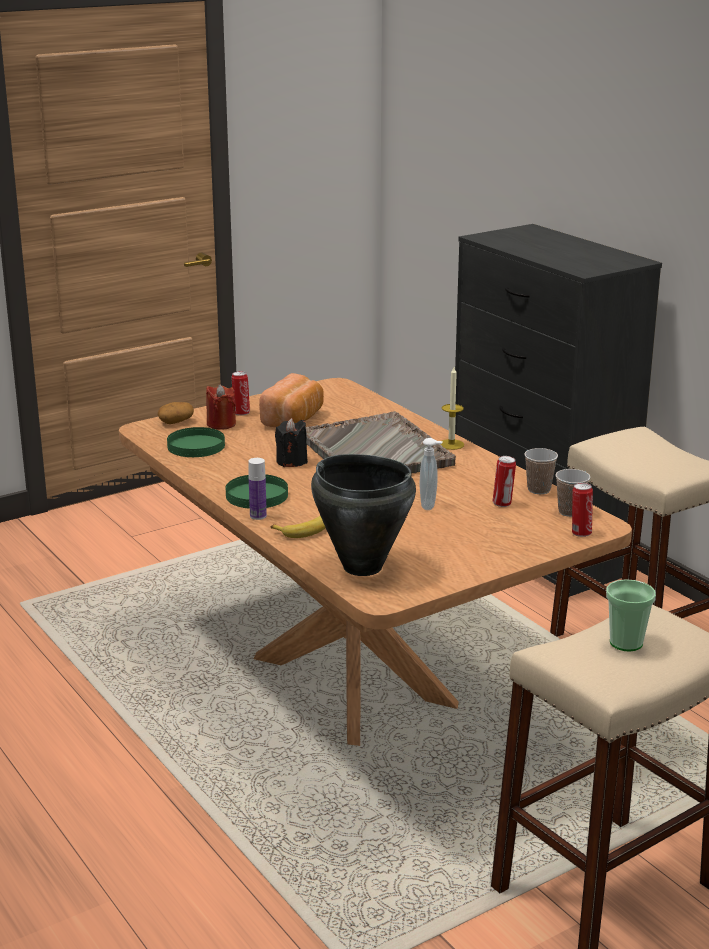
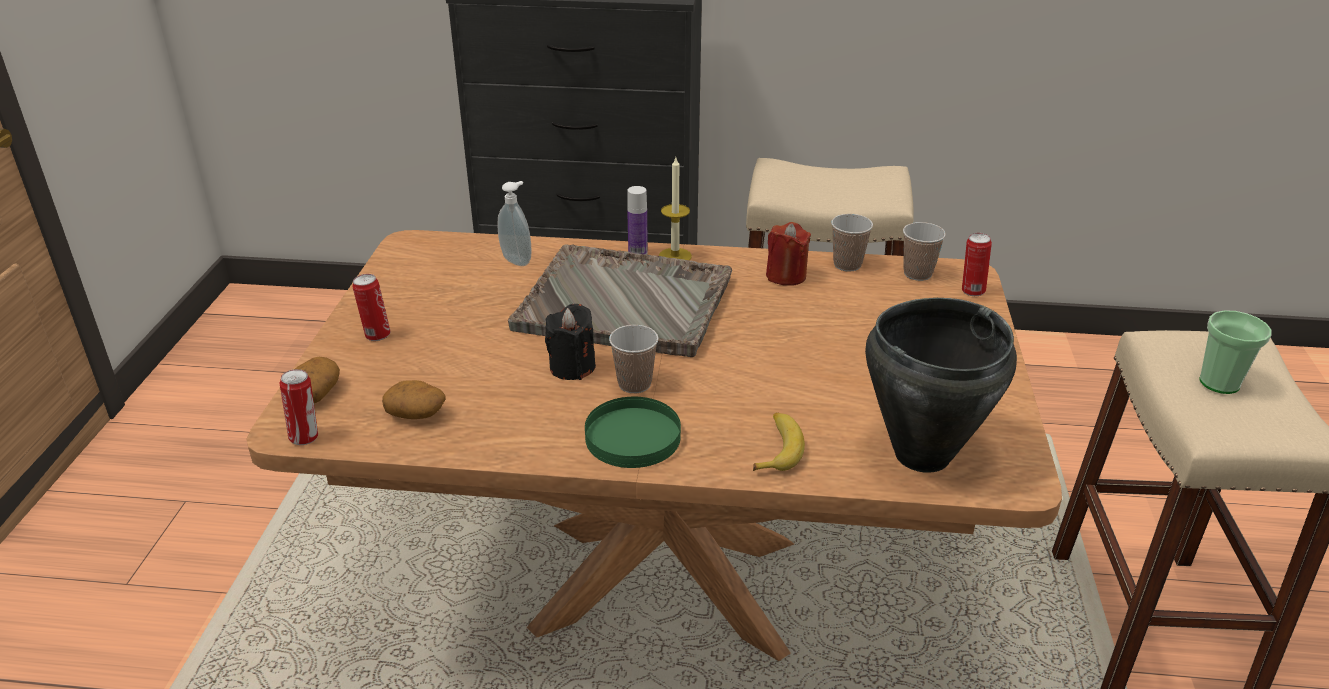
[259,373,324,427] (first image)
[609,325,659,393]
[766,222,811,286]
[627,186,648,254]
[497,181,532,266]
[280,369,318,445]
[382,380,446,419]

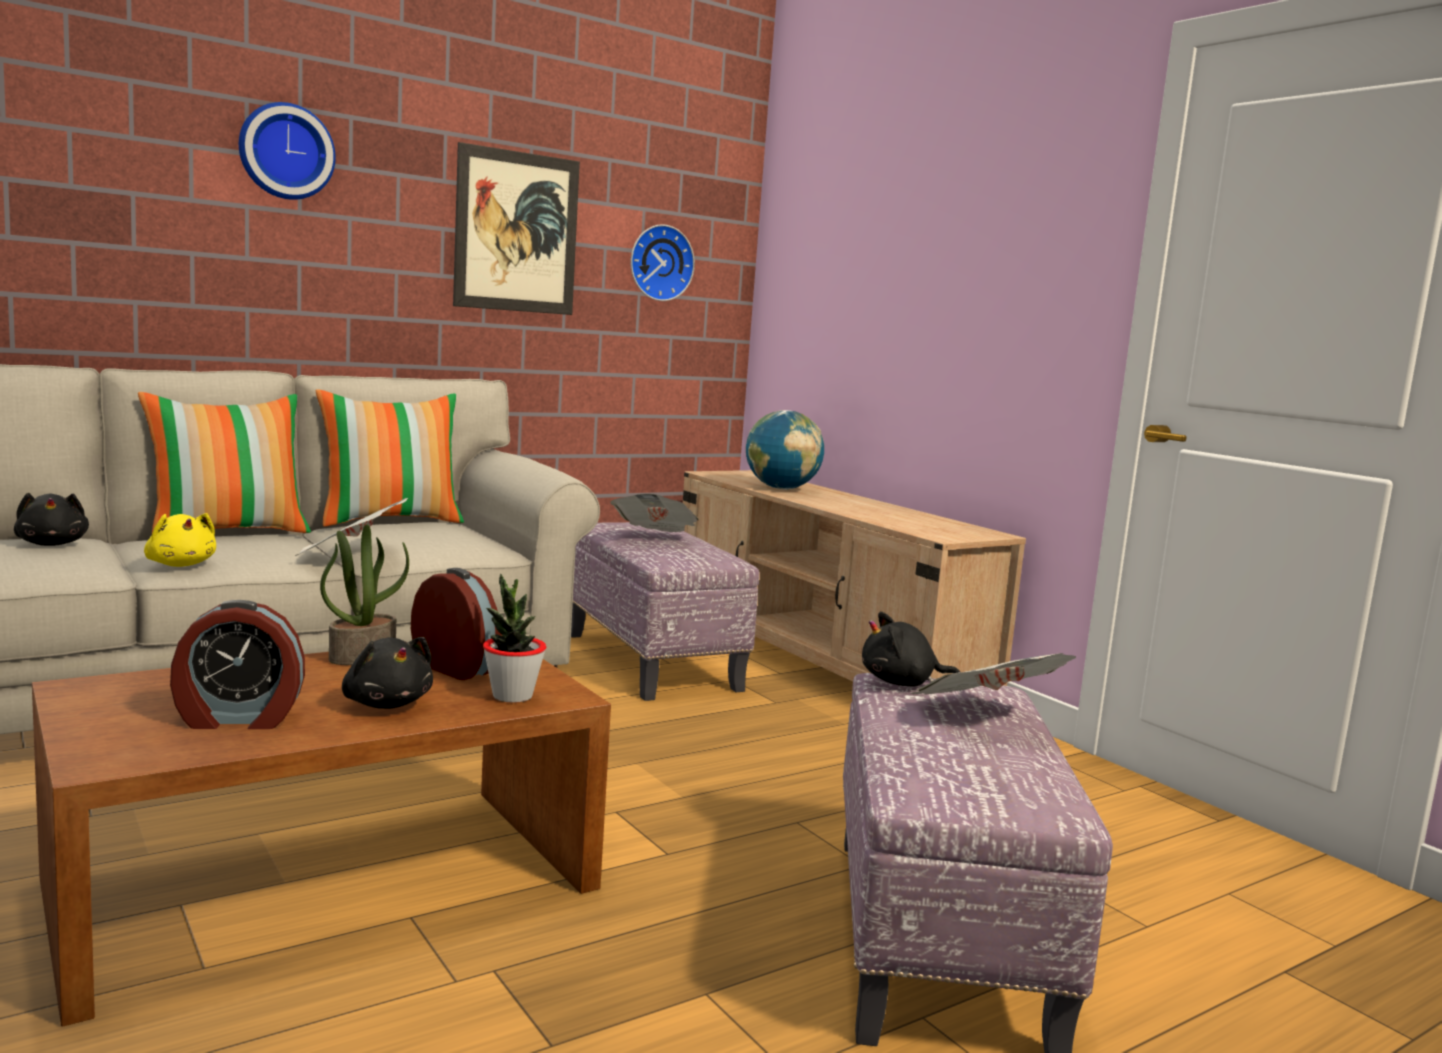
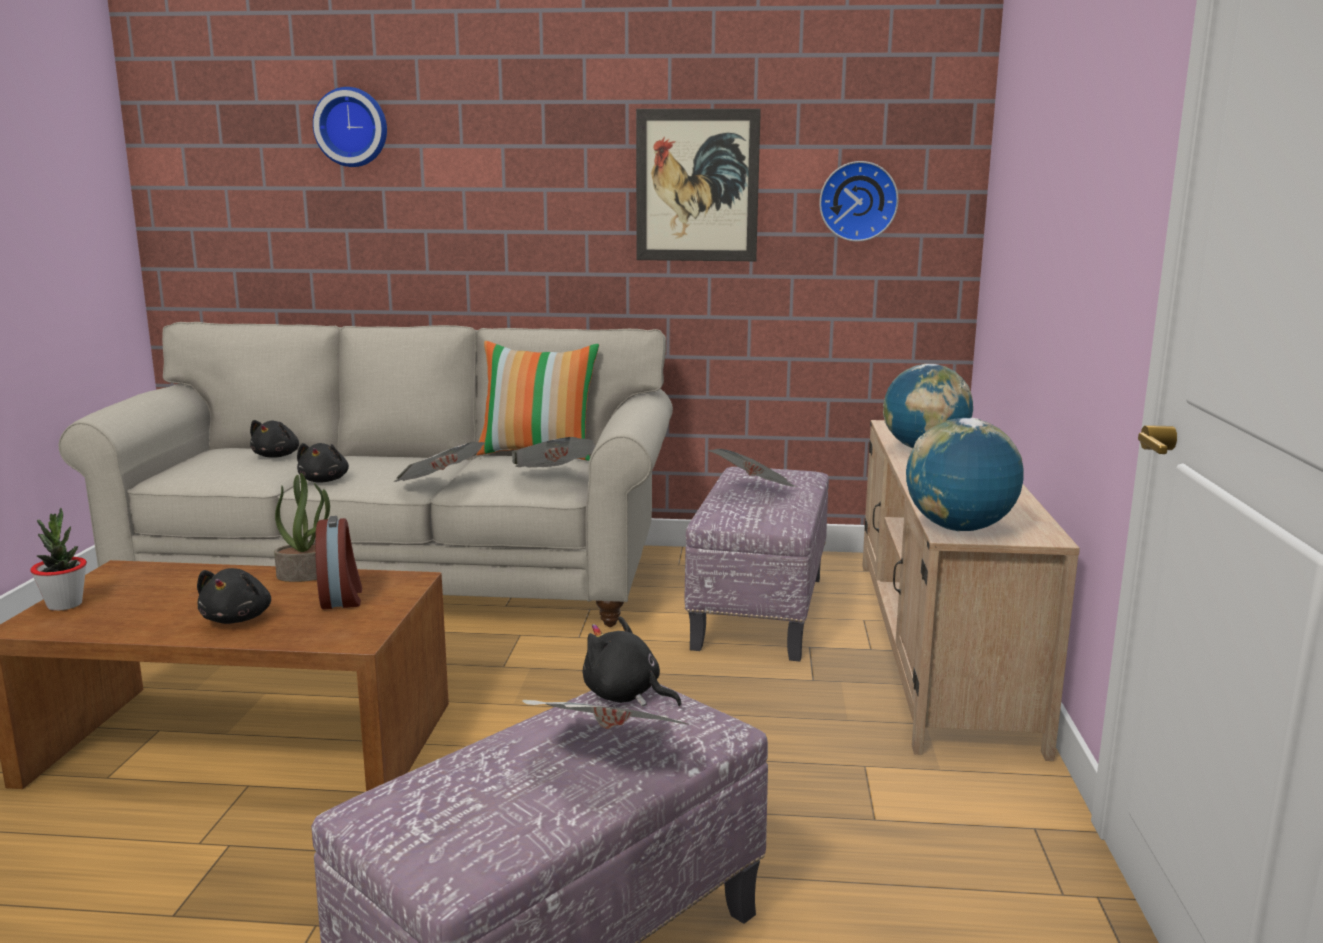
[138,392,311,533] (first image)
[170,600,305,729] (first image)
[512,437,595,468]
[906,418,1023,531]
[313,87,387,167]
[30,508,87,611]
[297,443,349,483]

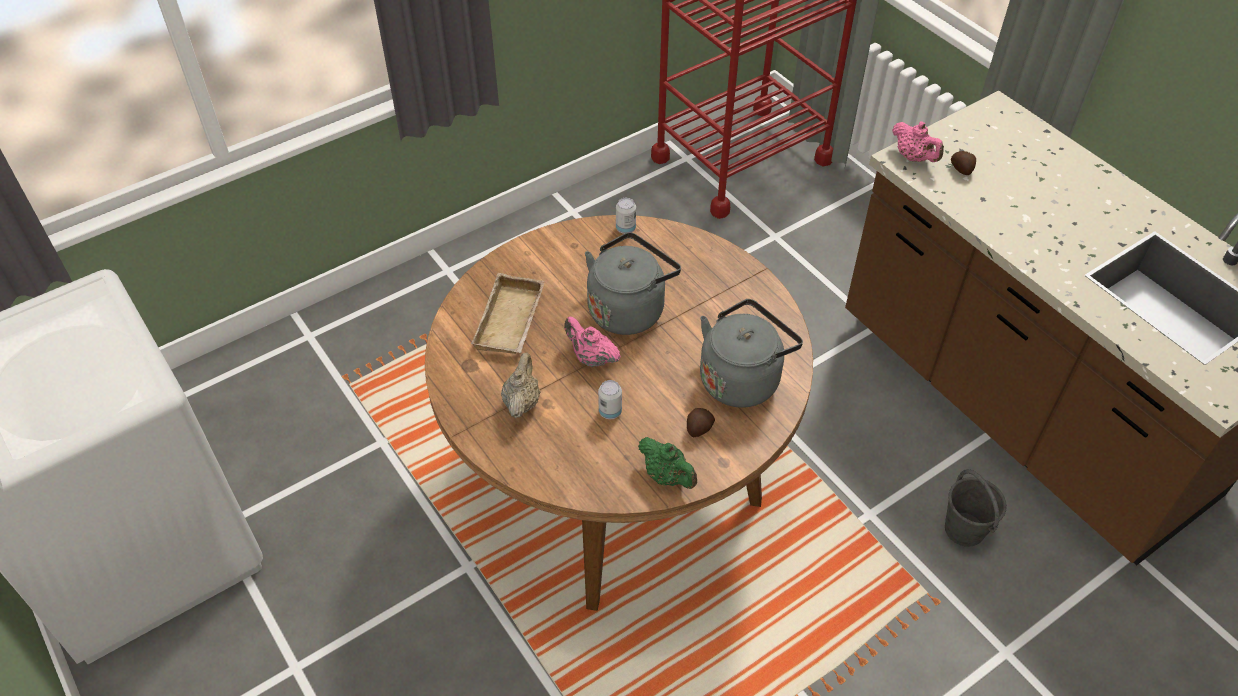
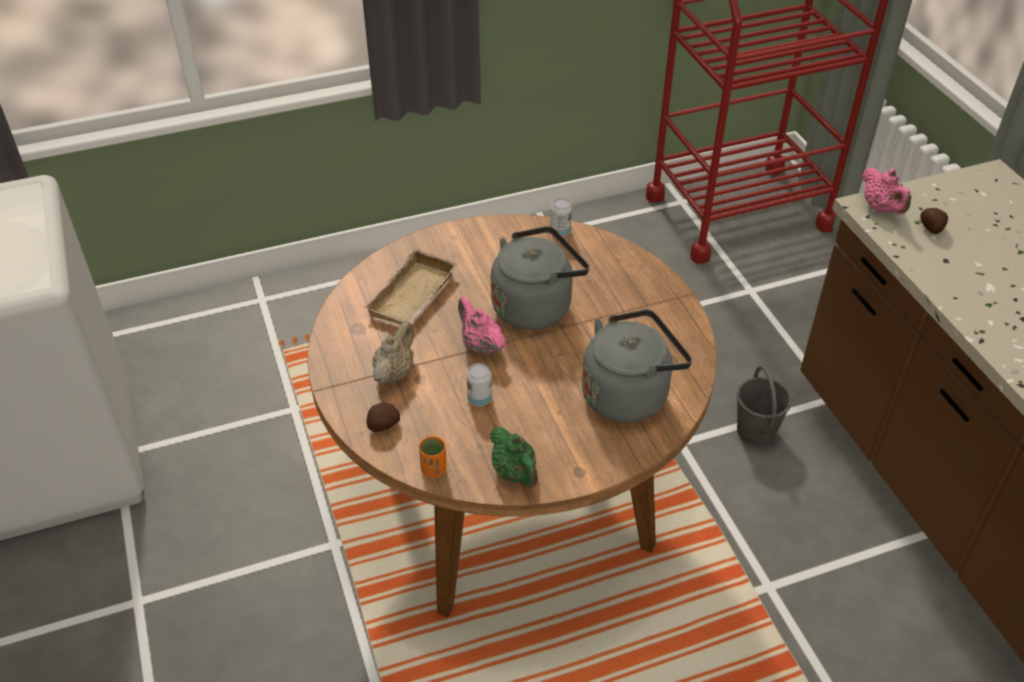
[419,436,446,478]
[366,403,400,432]
[737,365,792,446]

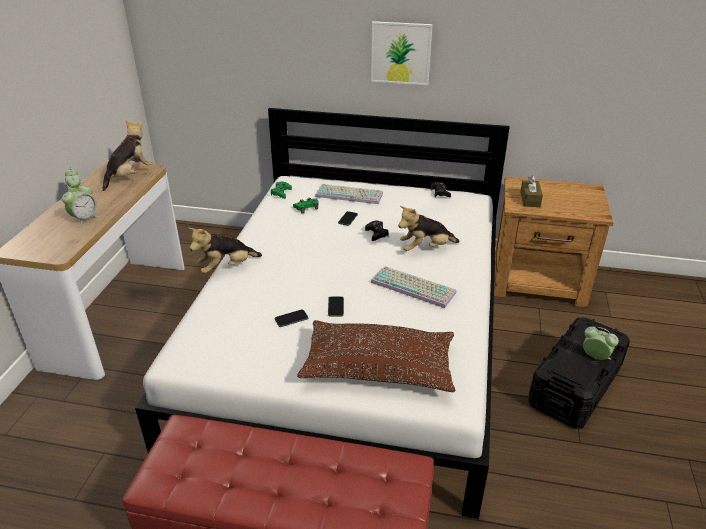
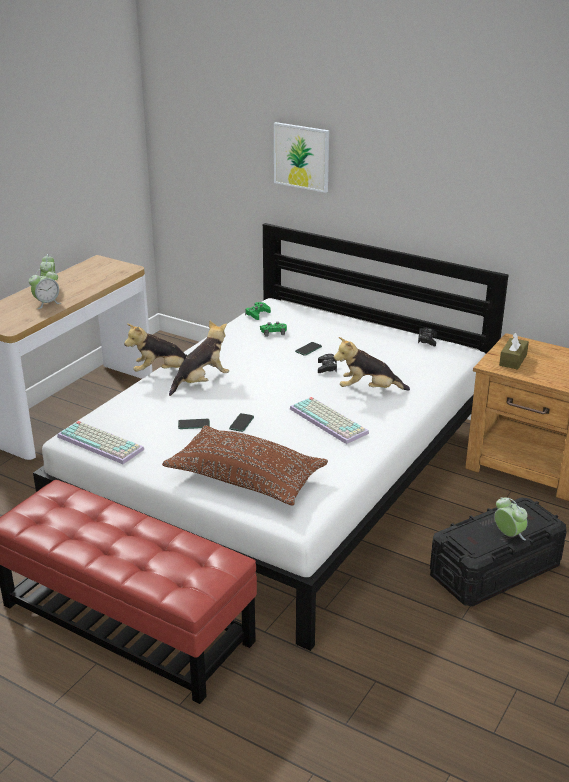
[169,320,229,396]
[57,421,144,464]
[274,122,329,193]

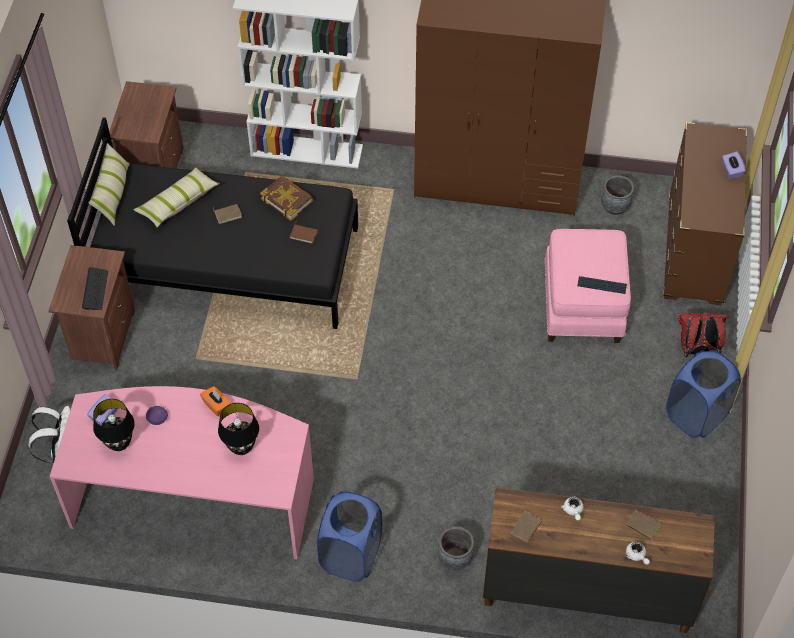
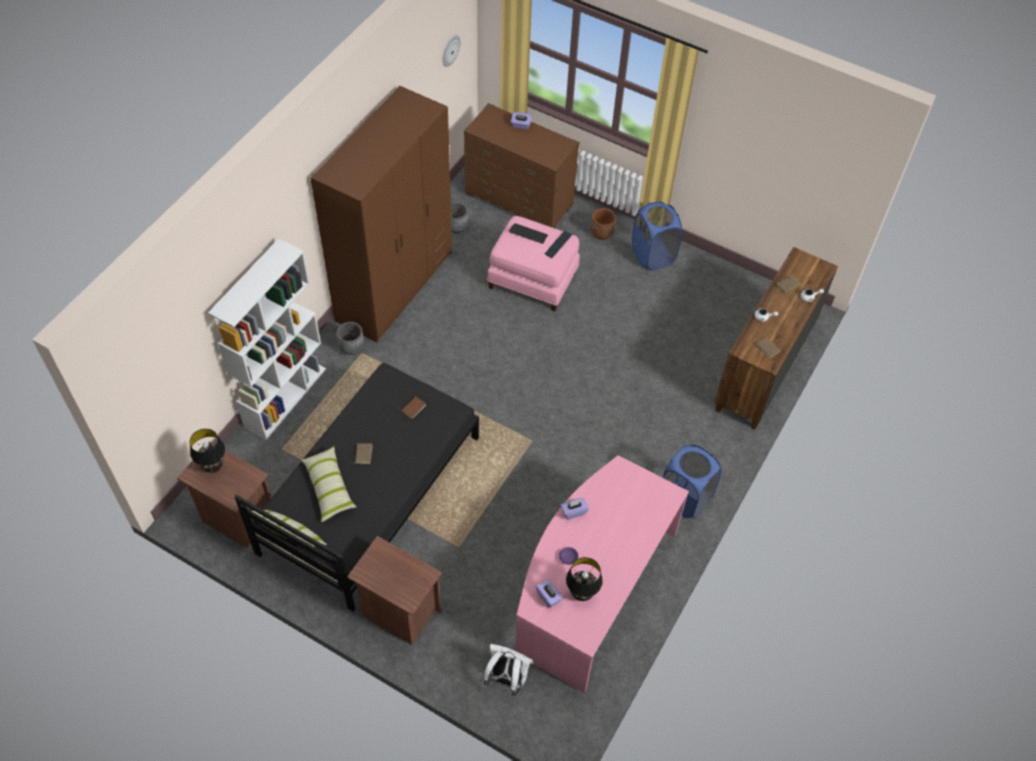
[260,176,314,221] (first image)
[443,35,461,67]
[509,223,548,244]
[190,429,225,473]
[337,322,364,355]
[591,208,616,240]
[561,498,589,520]

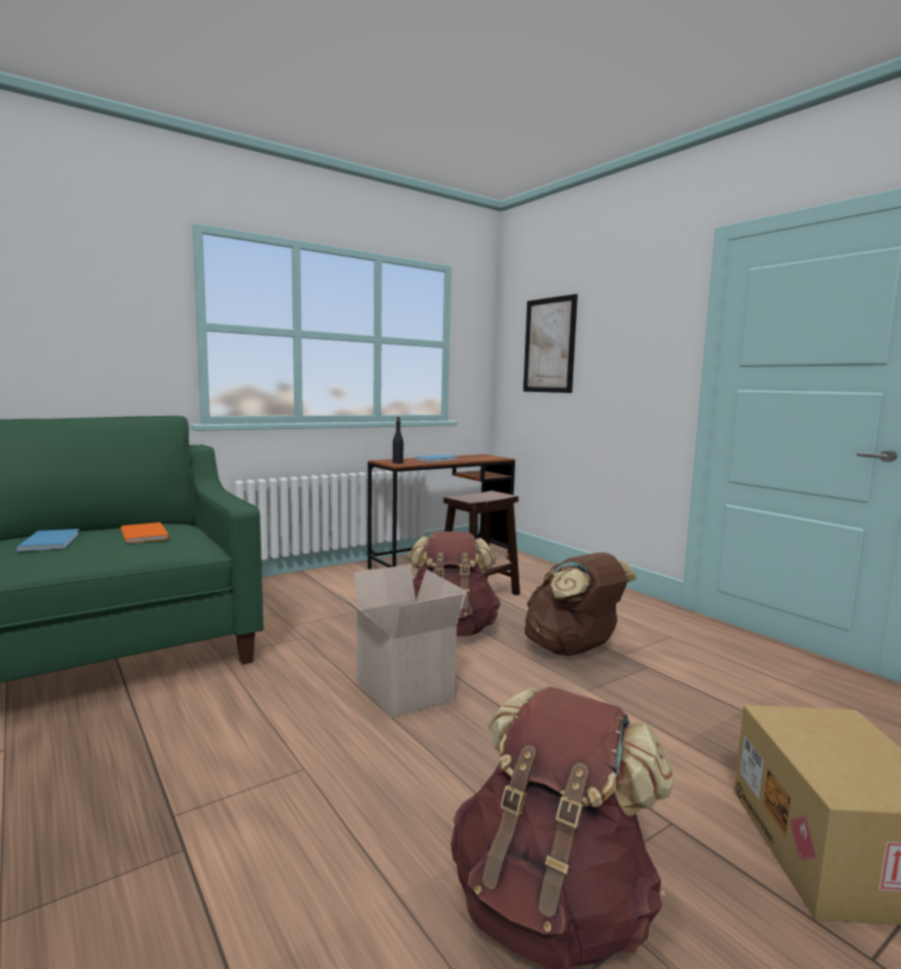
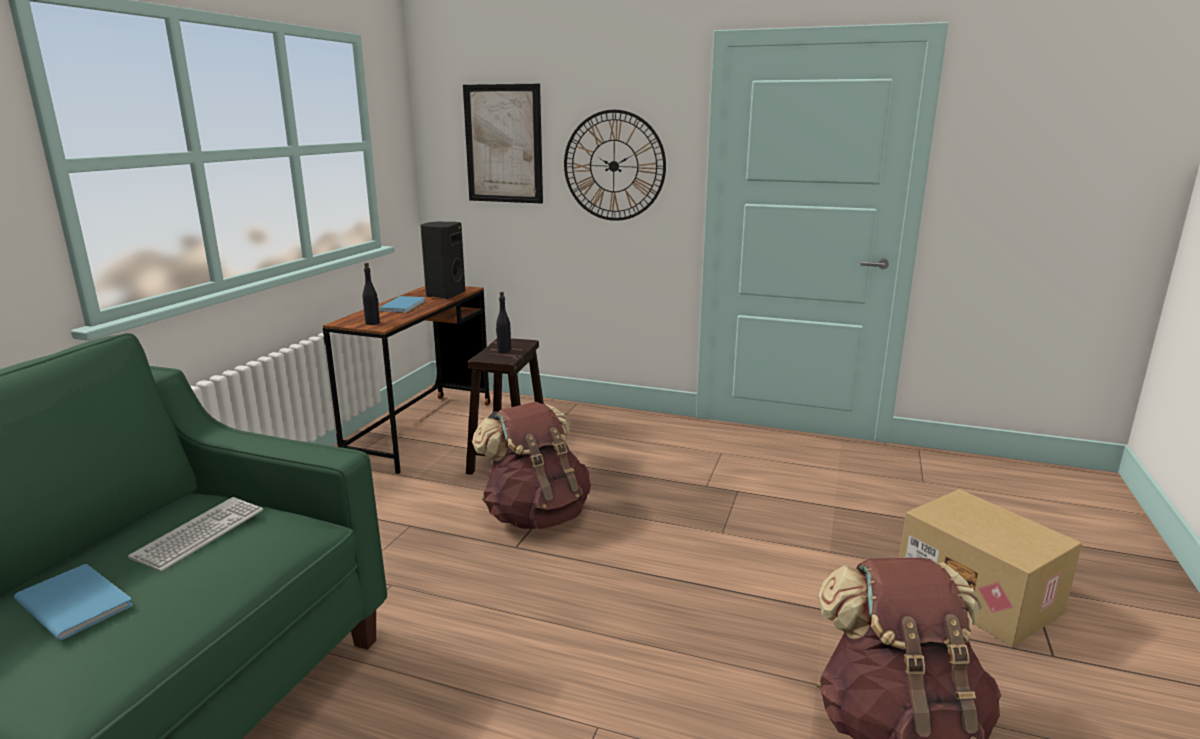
[336,564,467,718] (first image)
[525,553,637,656] (first image)
[420,222,465,299]
[496,292,511,352]
[564,110,666,221]
[128,497,263,571]

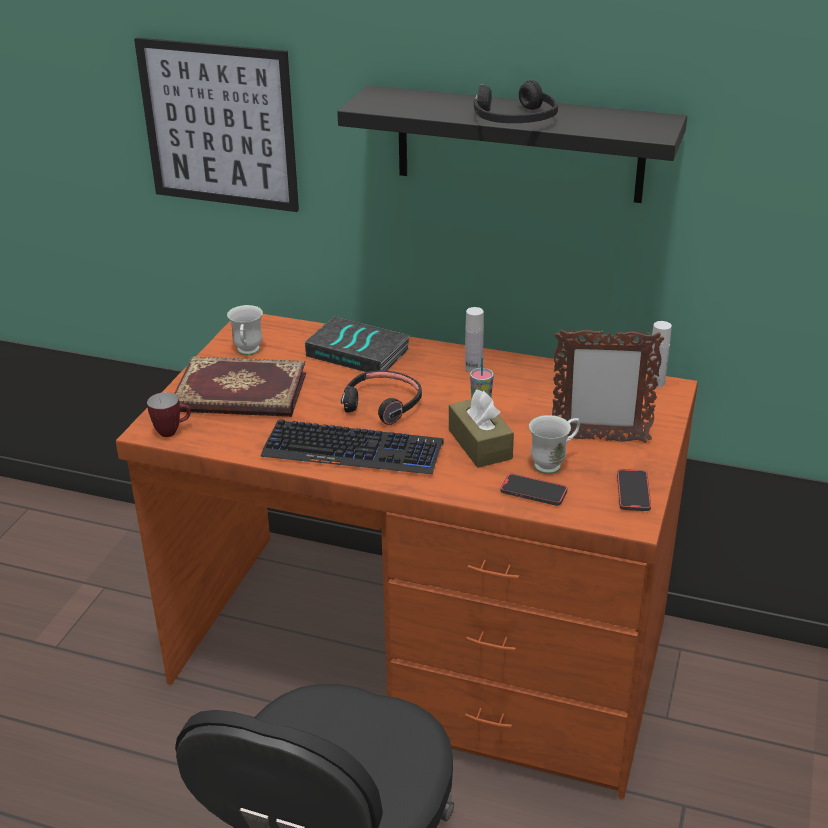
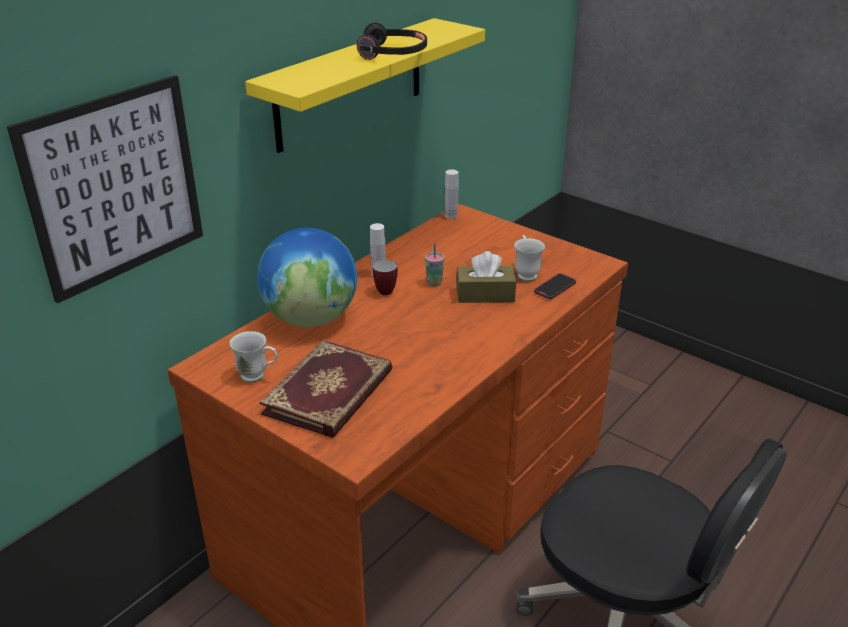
[260,419,444,475] (first image)
[341,370,422,425] (first image)
[552,328,664,443] (first image)
[617,469,651,511] (first image)
[372,260,398,295]
[257,228,357,327]
[245,18,485,153]

